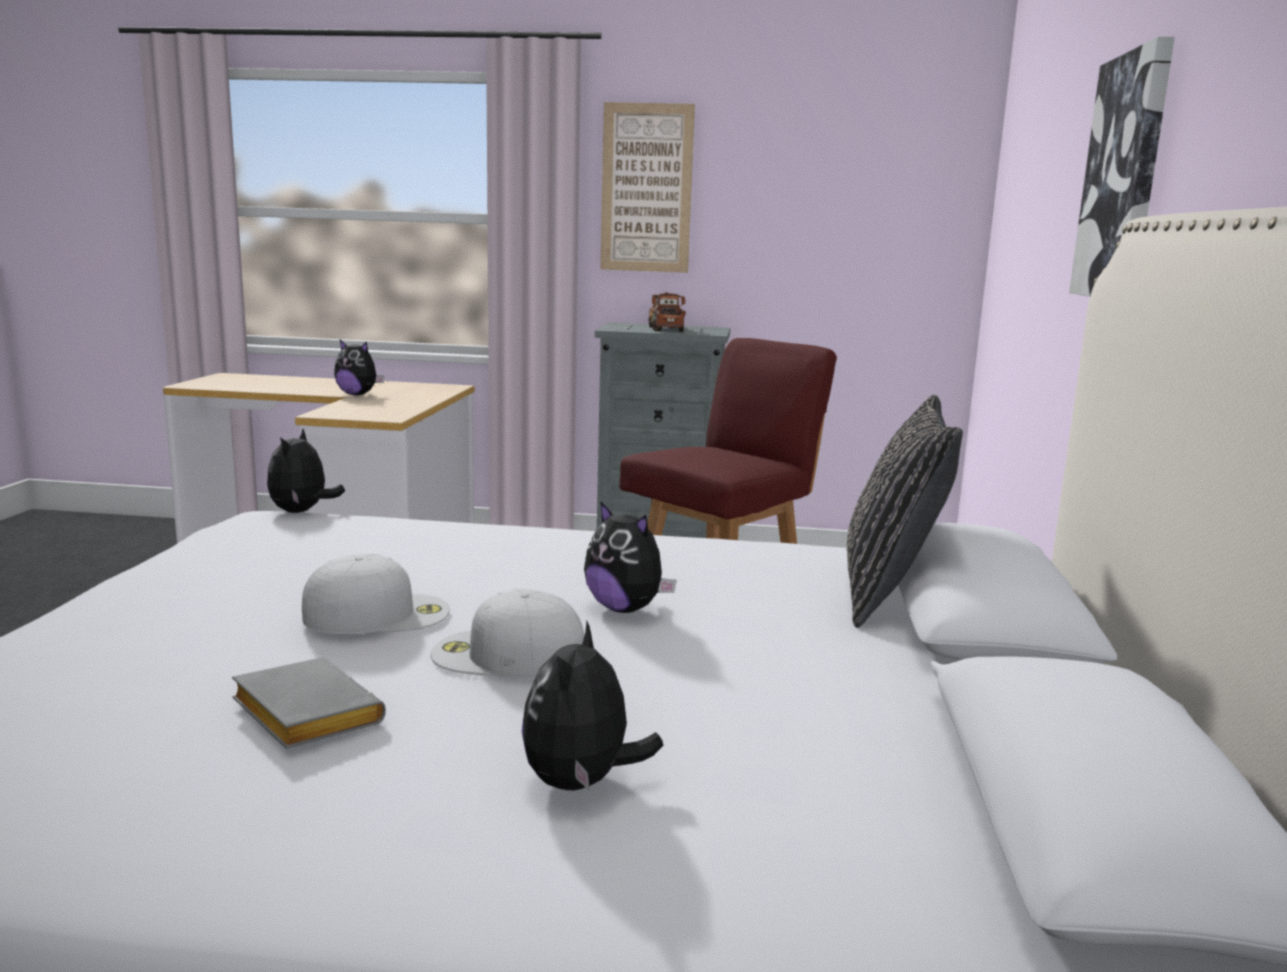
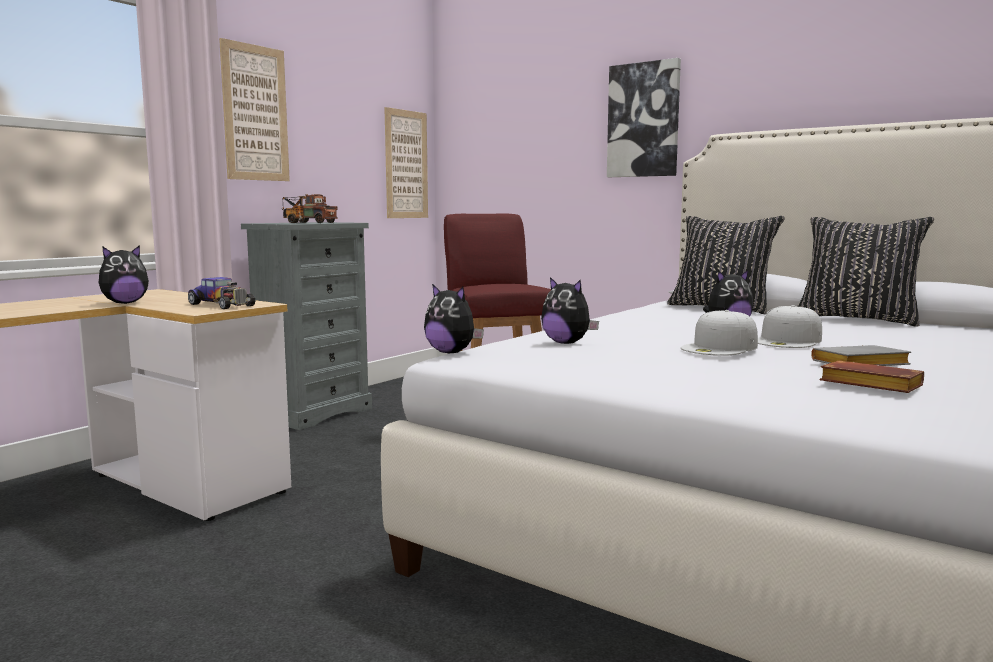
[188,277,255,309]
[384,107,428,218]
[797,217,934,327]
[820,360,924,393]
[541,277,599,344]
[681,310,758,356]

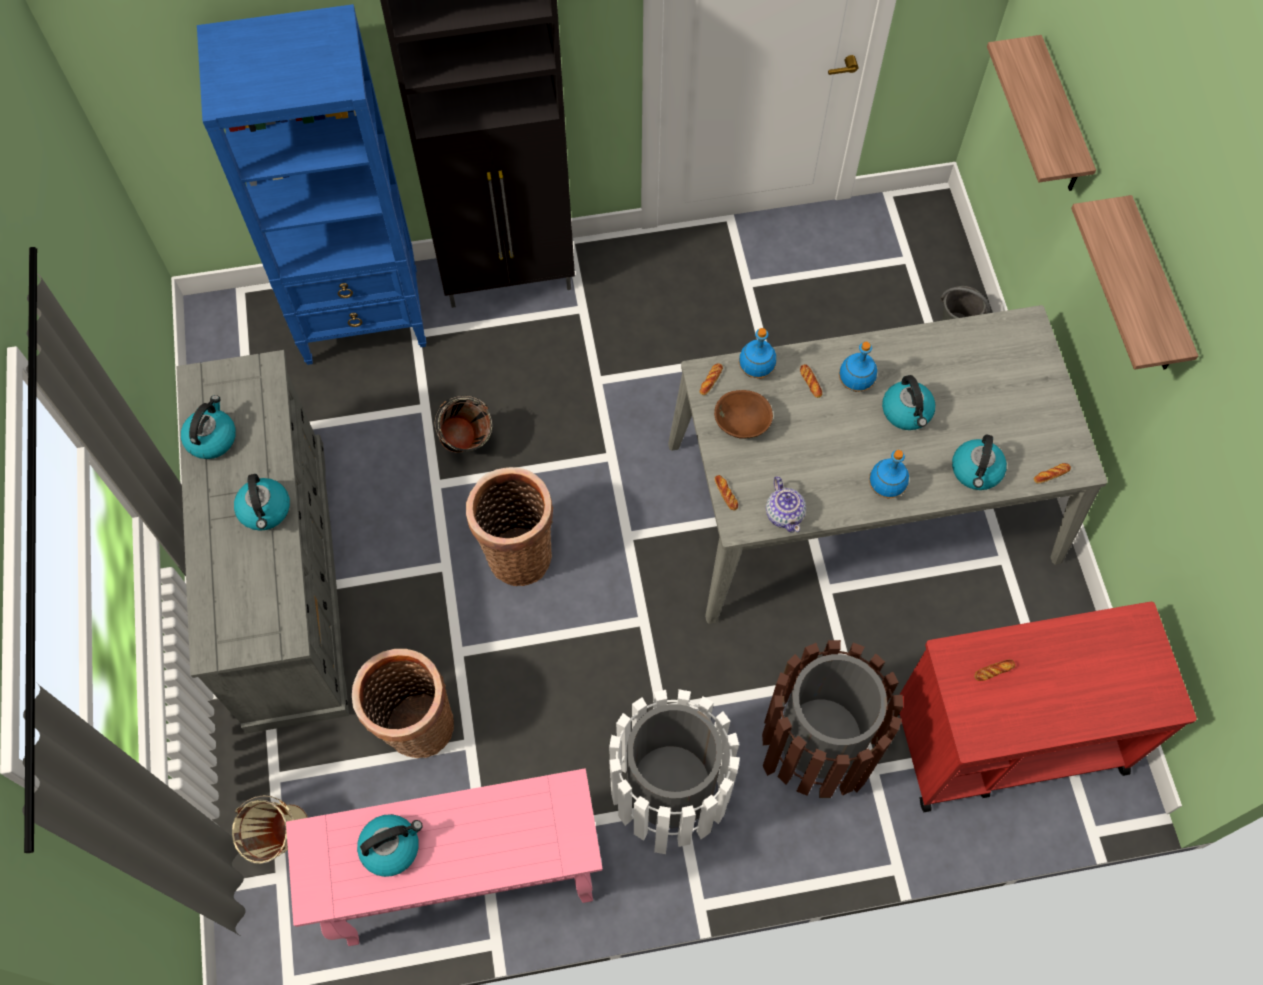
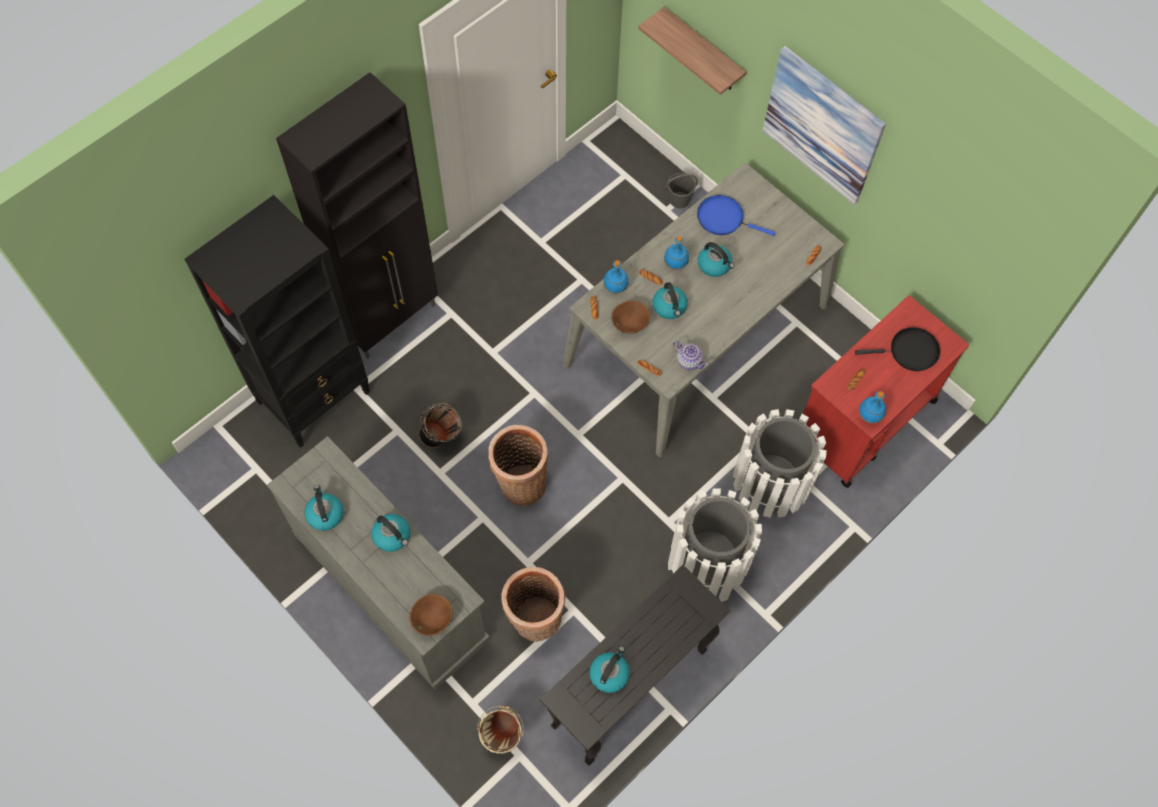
[409,594,452,636]
[697,195,775,236]
[855,327,940,371]
[859,391,886,424]
[652,282,688,319]
[762,46,886,205]
[185,195,370,448]
[540,565,730,766]
[733,409,827,518]

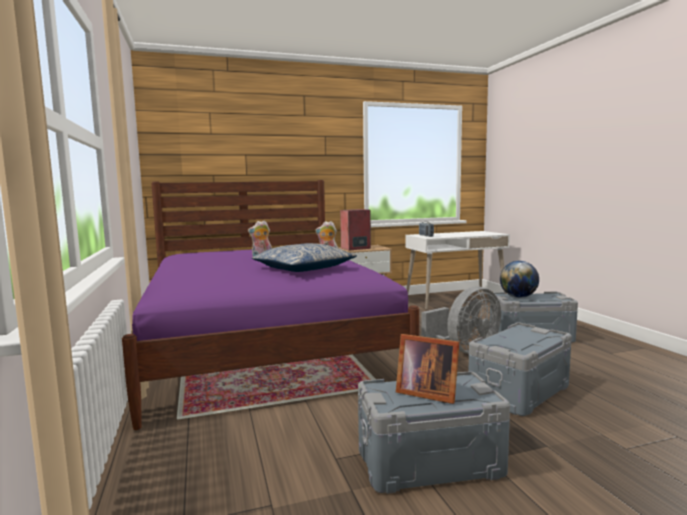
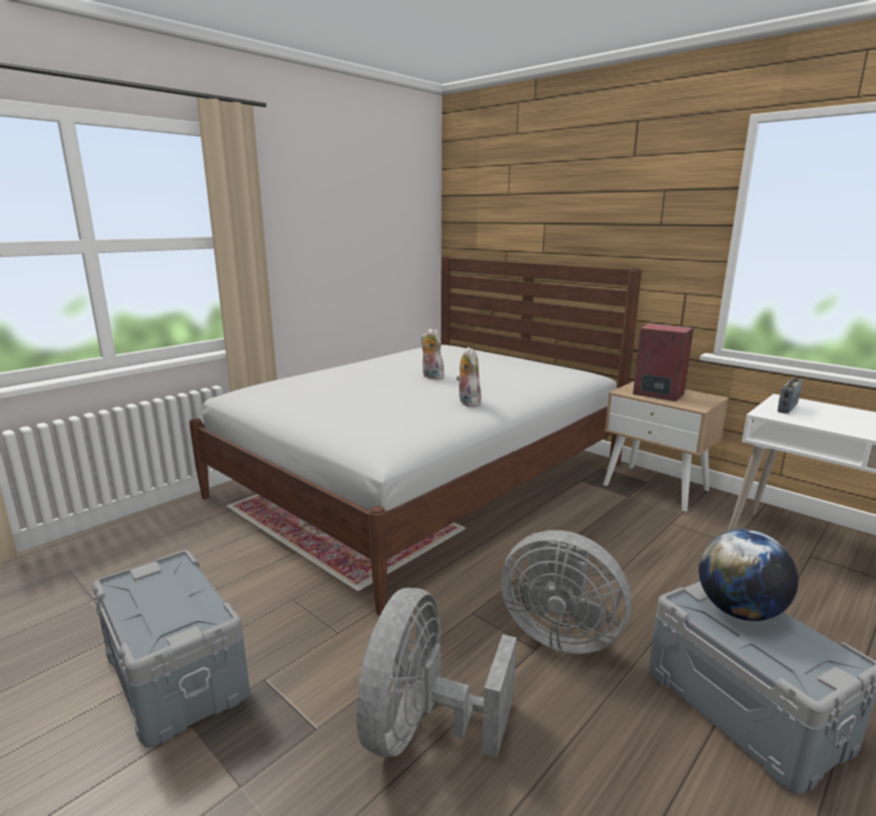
[252,243,357,272] (first image)
[396,334,459,404] (first image)
[356,588,517,758]
[189,256,642,615]

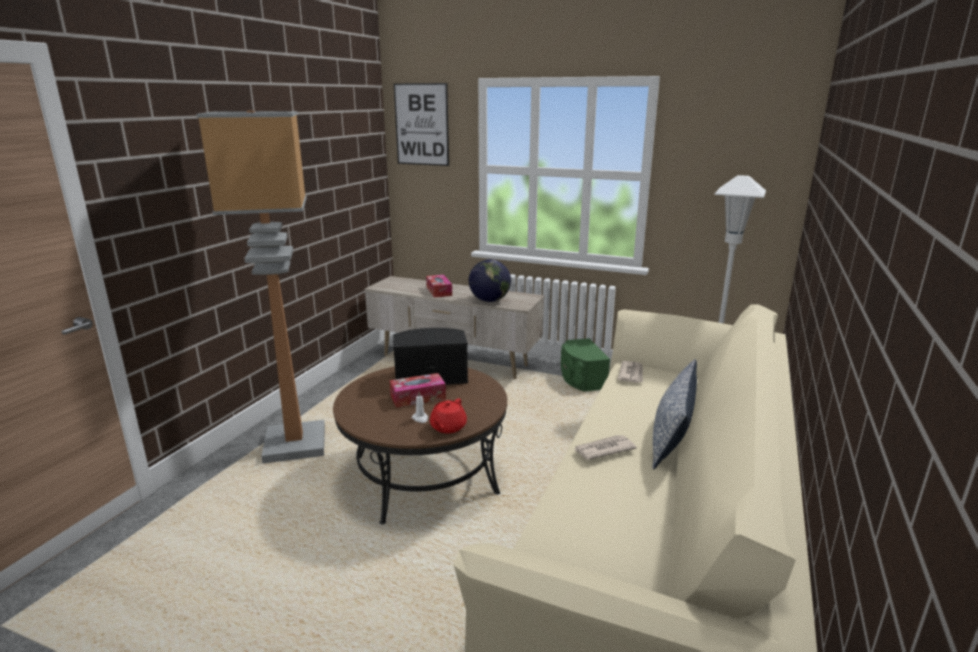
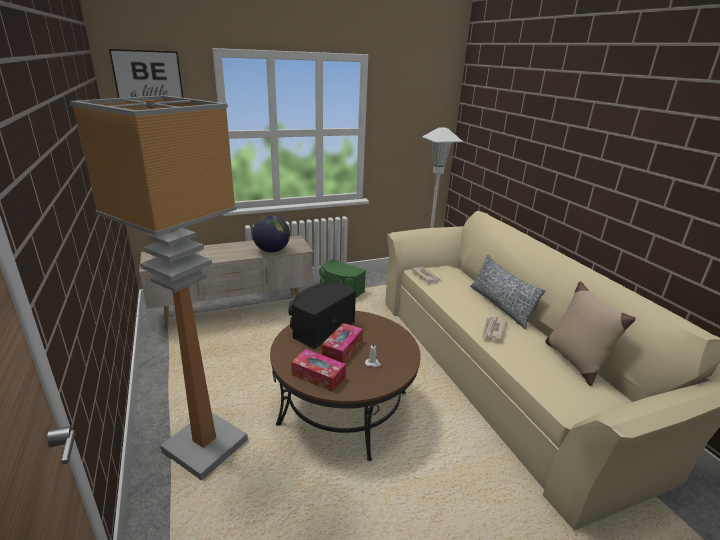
[430,398,467,433] (first image)
[545,281,636,386]
[291,349,346,392]

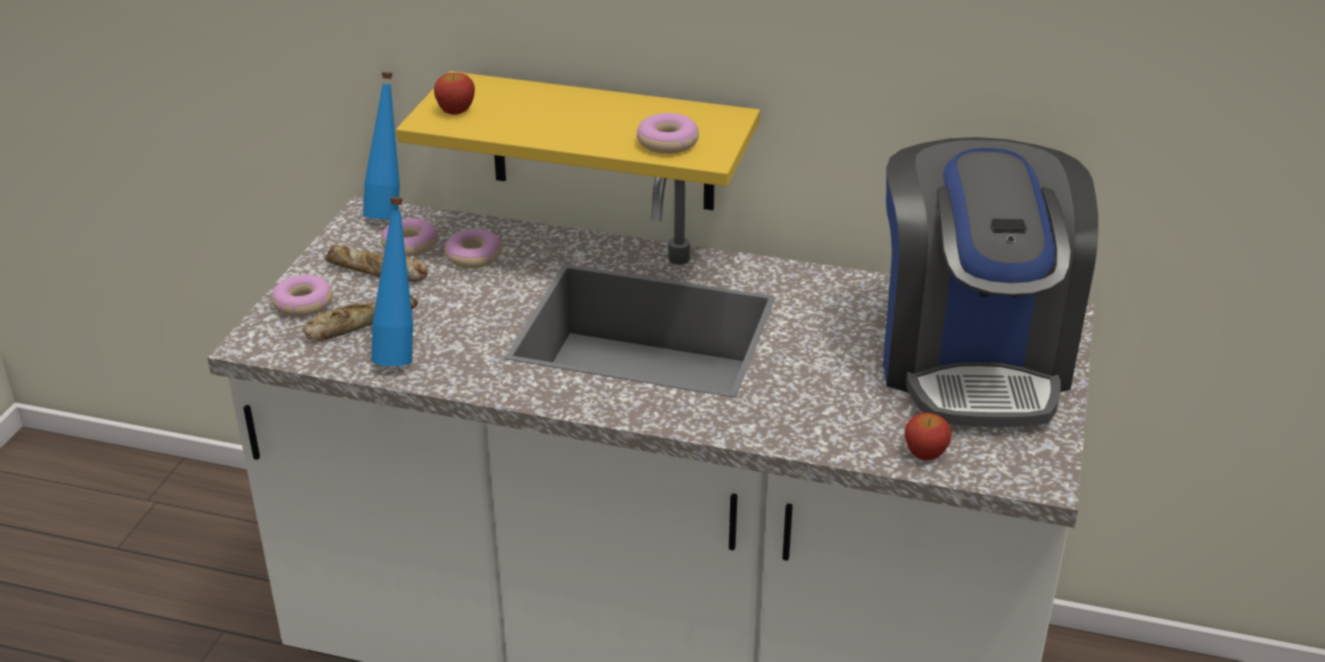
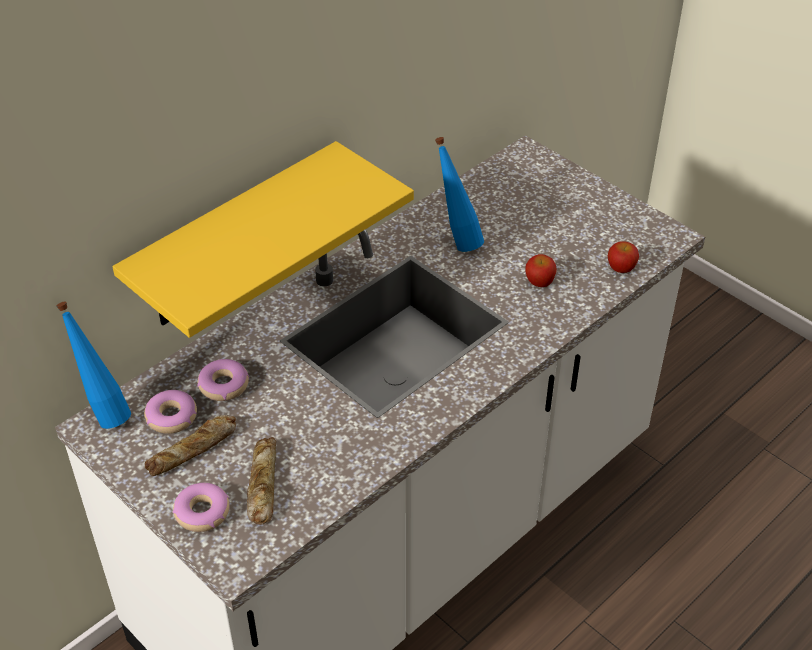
[637,113,699,154] (first image)
[883,137,1098,427] (first image)
[435,137,484,252]
[526,254,557,287]

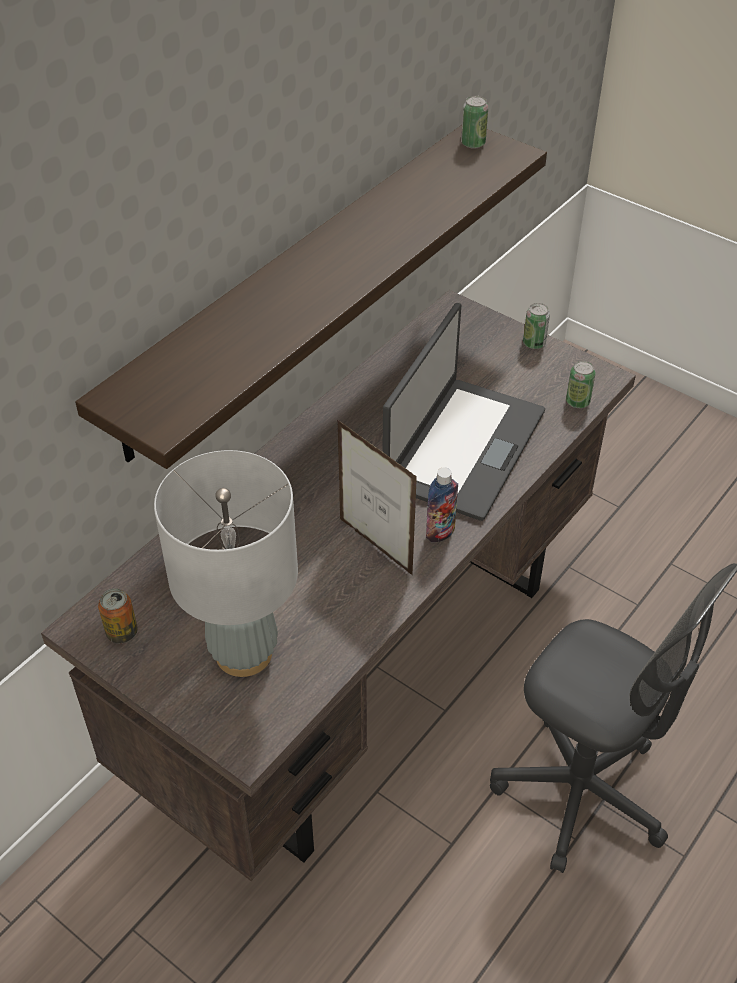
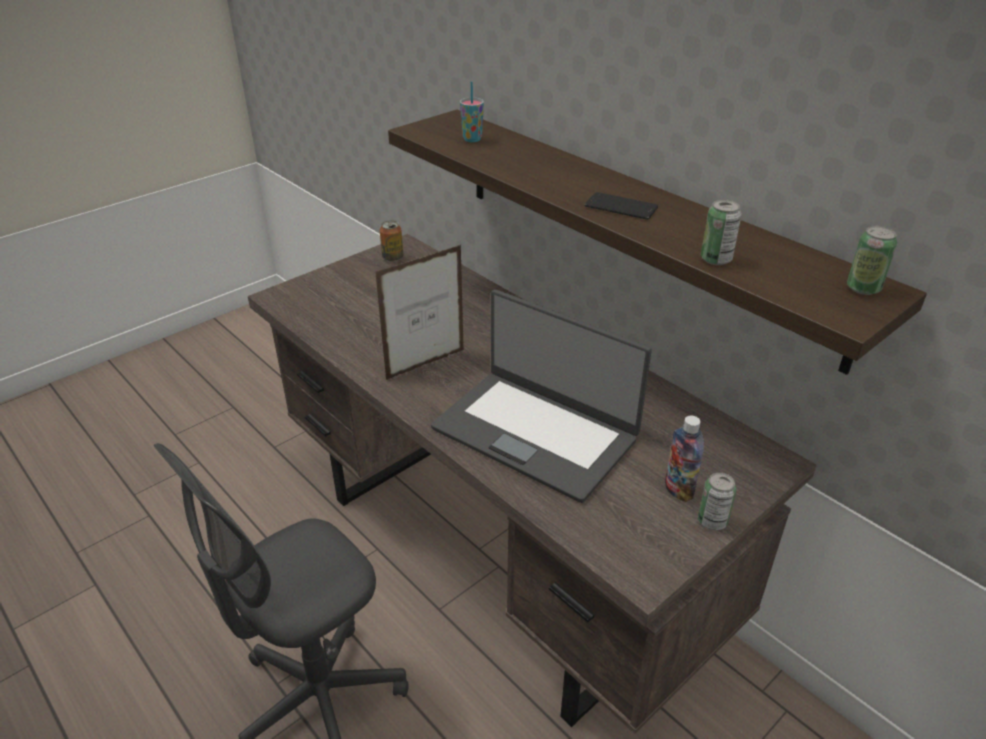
[154,450,298,677] (first image)
[460,82,484,142]
[584,192,658,220]
[665,415,704,502]
[701,199,741,265]

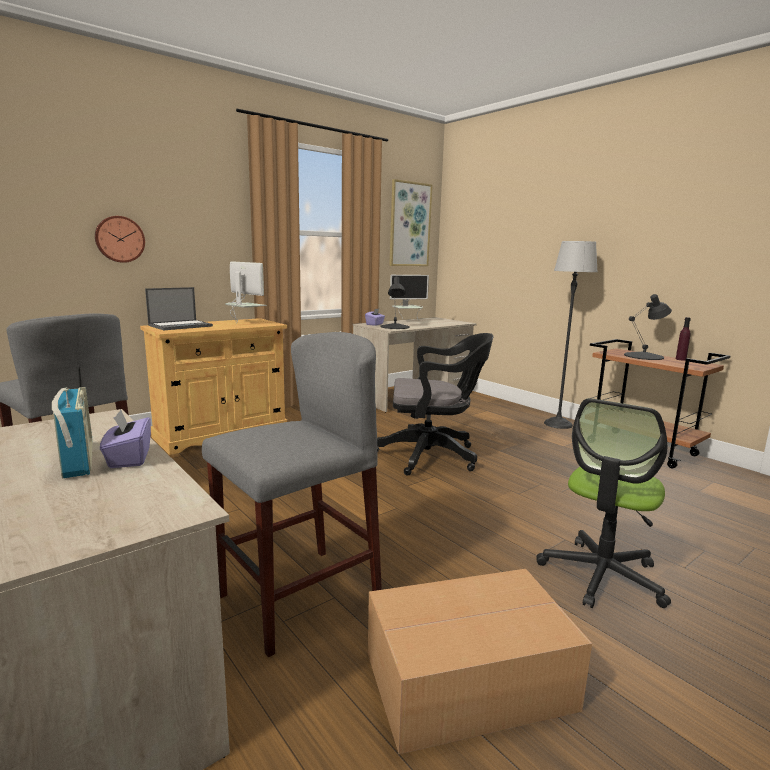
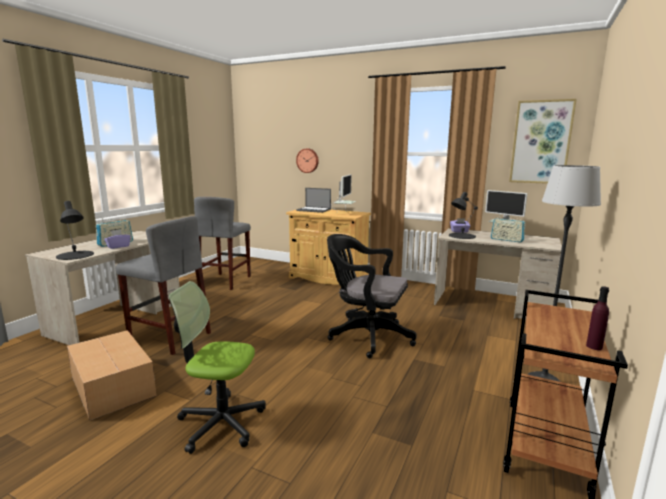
[491,214,526,243]
[56,201,94,260]
[327,234,417,358]

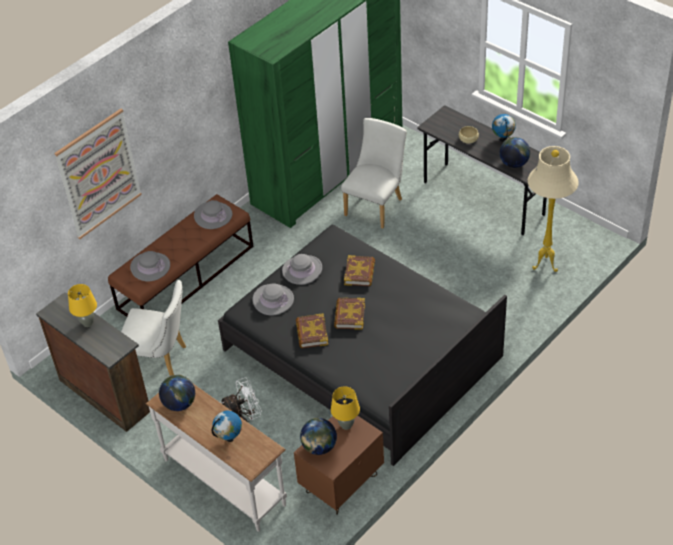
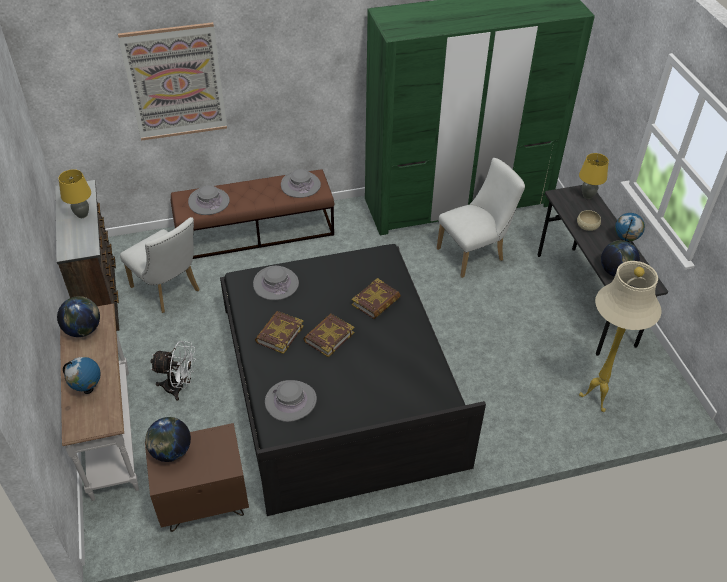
[265,380,317,422]
[579,153,609,199]

